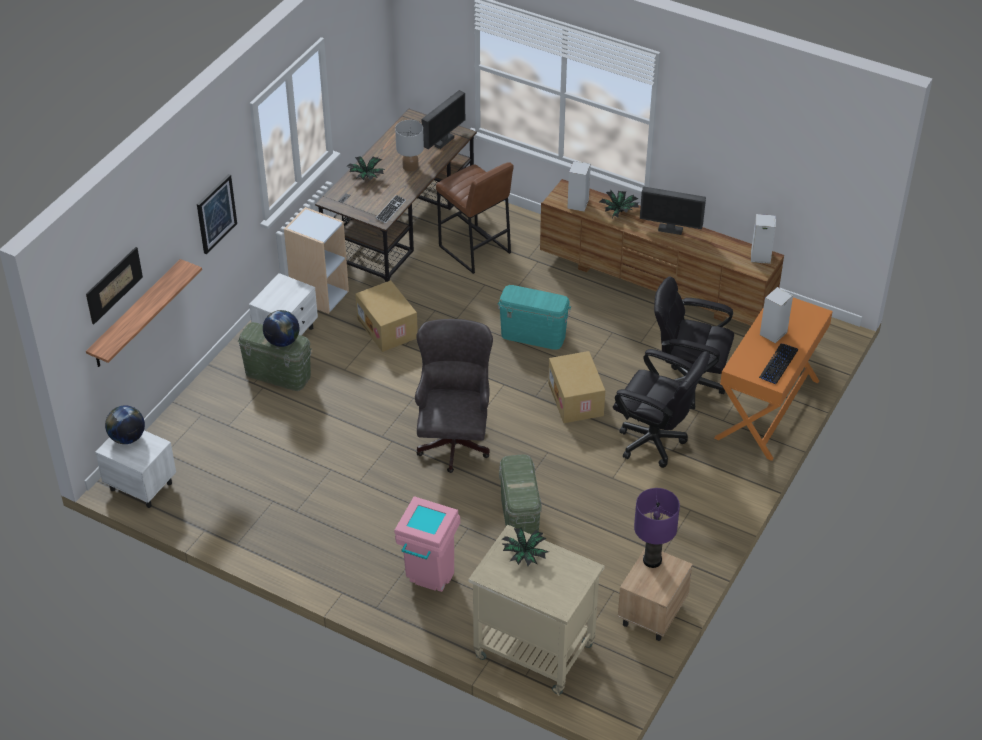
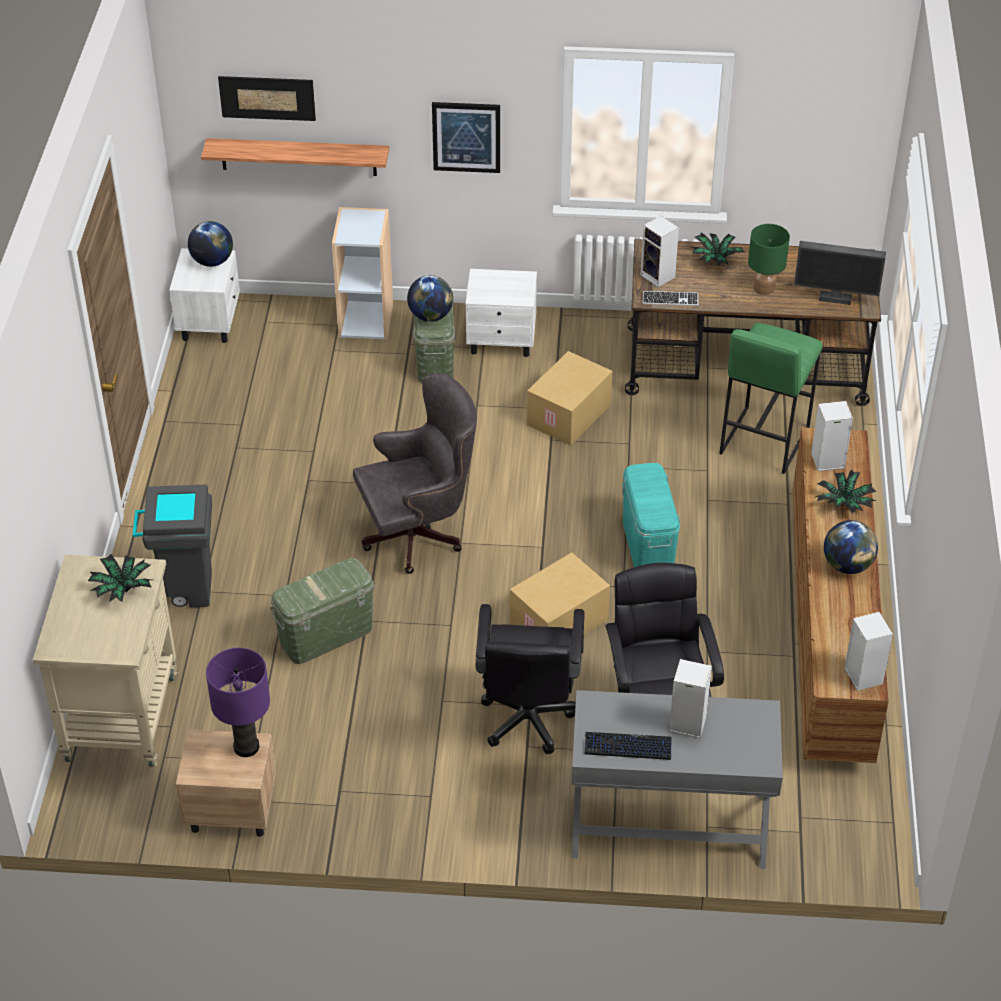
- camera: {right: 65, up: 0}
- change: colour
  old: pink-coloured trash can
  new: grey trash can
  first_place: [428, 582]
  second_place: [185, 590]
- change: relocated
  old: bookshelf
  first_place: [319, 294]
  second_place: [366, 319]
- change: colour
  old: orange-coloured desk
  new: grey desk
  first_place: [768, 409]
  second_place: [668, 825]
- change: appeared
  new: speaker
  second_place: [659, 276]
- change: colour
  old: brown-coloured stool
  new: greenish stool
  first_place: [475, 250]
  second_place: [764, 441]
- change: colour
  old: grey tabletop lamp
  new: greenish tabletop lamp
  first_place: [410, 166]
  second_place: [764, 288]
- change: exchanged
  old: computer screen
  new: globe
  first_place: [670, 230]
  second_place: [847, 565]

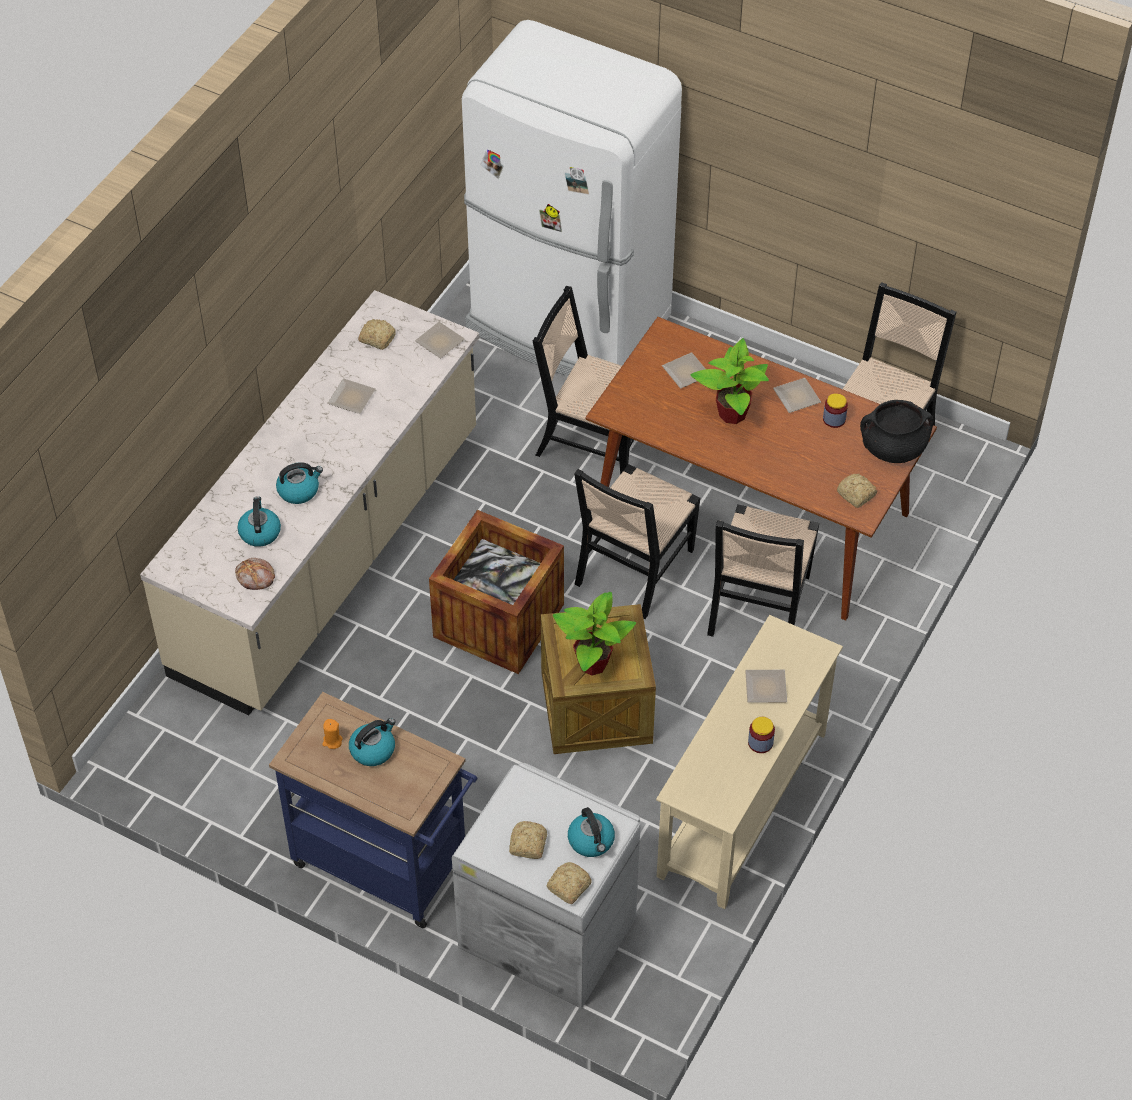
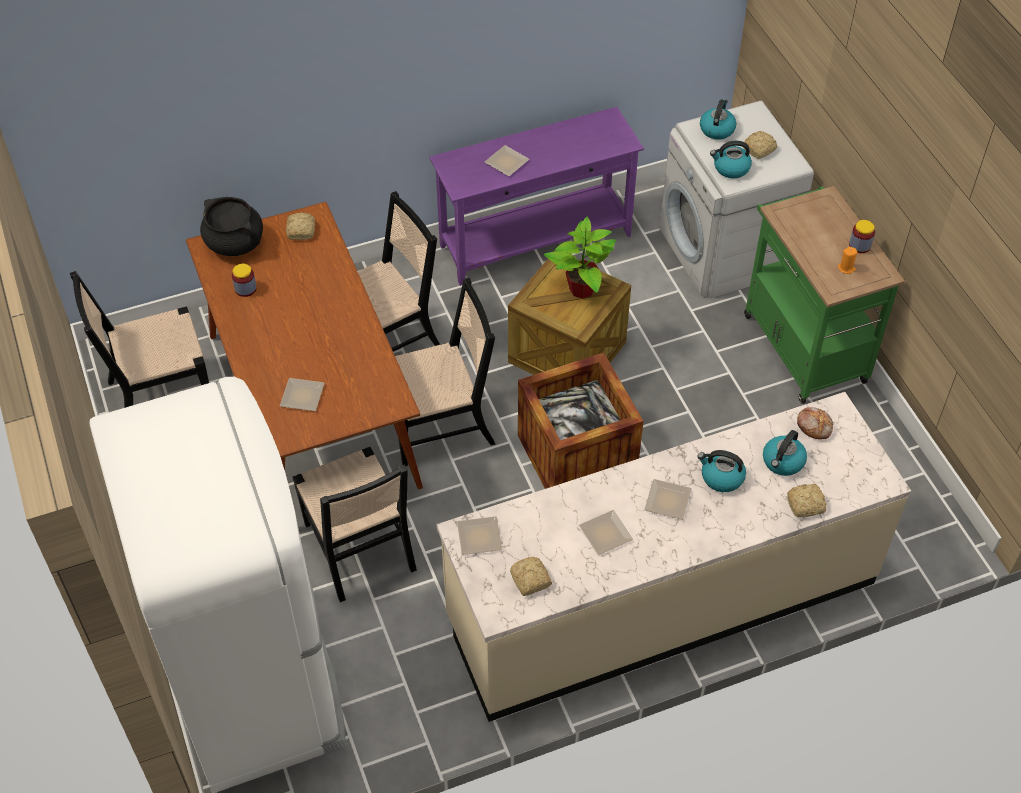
- camera: {right: -140, up: 0}
- change: colour
  old: sand-coloured narrow table
  new: purple-coloured narrow table
  first_place: [742, 805]
  second_place: [536, 240]
- change: relocated
  old: flat dish
  first_place: [796, 398]
  second_place: [669, 500]
- change: relocated
  old: water kettle
  first_place: [373, 749]
  second_place: [730, 168]
- change: colour
  old: blue-coloured cart
  new: greenish cart
  first_place: [385, 866]
  second_place: [802, 346]
- change: relocated
  old: baked bread
  first_place: [568, 887]
  second_place: [806, 505]
- change: relocated
  old: preserve jar
  first_place: [760, 743]
  second_place: [860, 245]
- change: missing
  old: potted plant
  first_place: [732, 413]

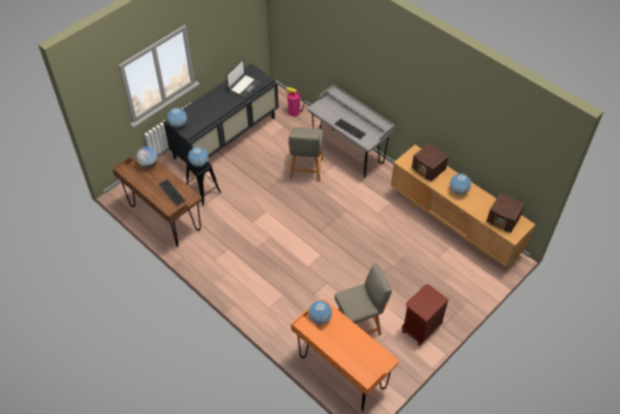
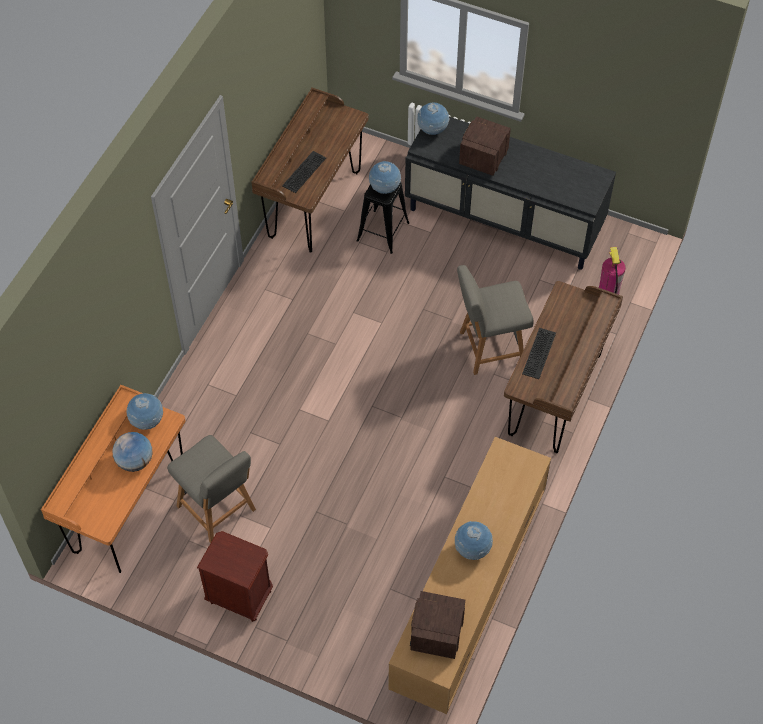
- camera: {right: 70, up: 5}
- change: relocated
  old: globe
  first_place: [148, 164]
  second_place: [135, 461]
- change: relocated
  old: radio
  first_place: [428, 170]
  second_place: [483, 158]
- change: colour
  old: grey desk
  new: brown-coloured desk
  first_place: [348, 153]
  second_place: [555, 397]
- change: missing
  old: portable computer
  first_place: [244, 86]

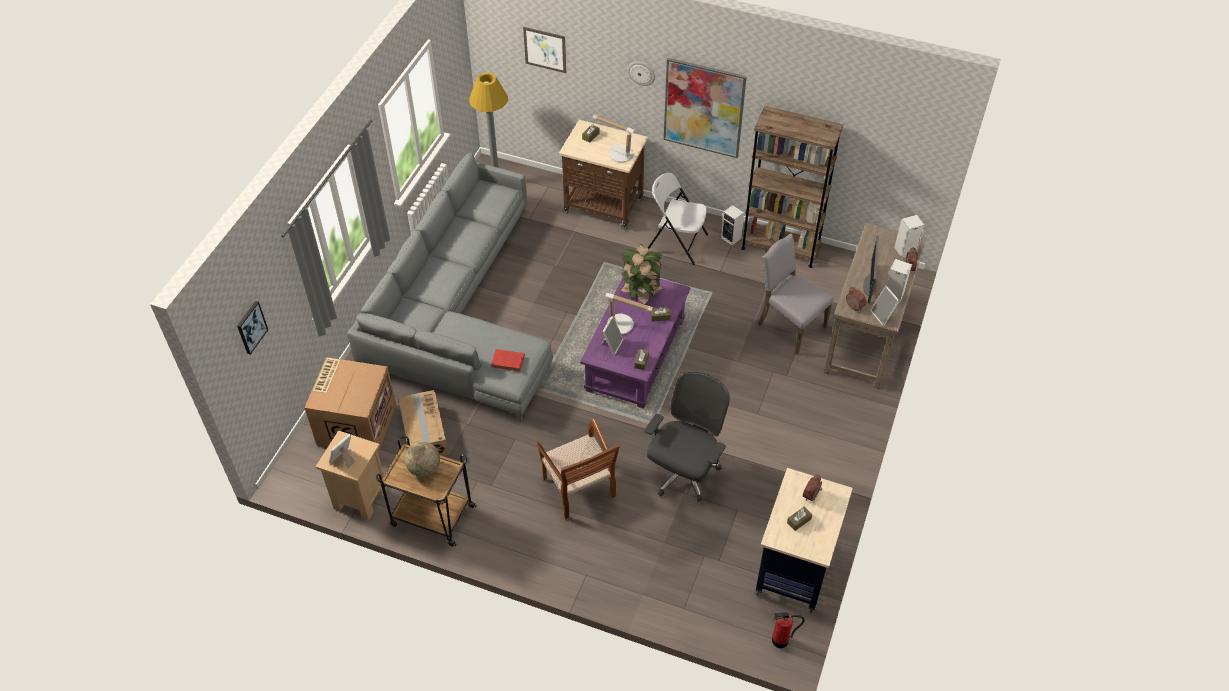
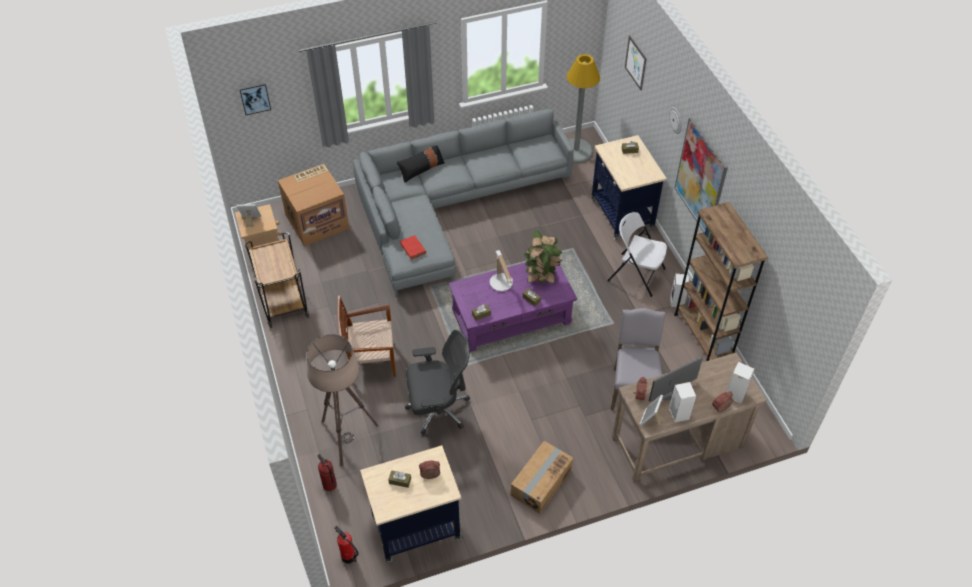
- camera: {right: 50, up: 0}
- change: appeared
  new: floor lamp
  second_place: [347, 437]
- change: appeared
  new: fire-fighting cylinder
  second_place: [329, 485]
- change: spun
  old: brown-coloured easy chair
  first_place: [579, 488]
  second_place: [371, 361]
  degrees: 60
- change: appeared
  new: blackish pillow
  second_place: [421, 170]
- change: relocated
  old: carton
  first_place: [424, 433]
  second_place: [540, 482]
- change: colour
  old: brown-coloured cart
  new: blue-coloured cart
  first_place: [604, 207]
  second_place: [622, 215]
- change: spun
  old: white-coloured chair
  first_place: [677, 242]
  second_place: [636, 274]
  degrees: -45
- change: missing
  old: globe
  first_place: [424, 468]
- change: missing
  old: tabletop lamp
  first_place: [618, 153]
- change: missing
  old: photo frame
  first_place: [611, 344]

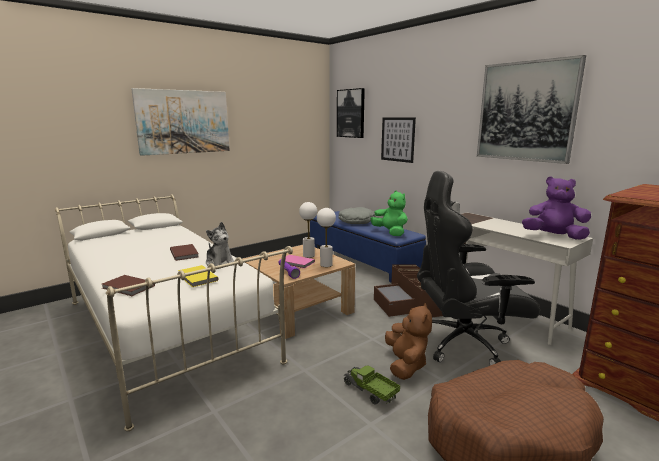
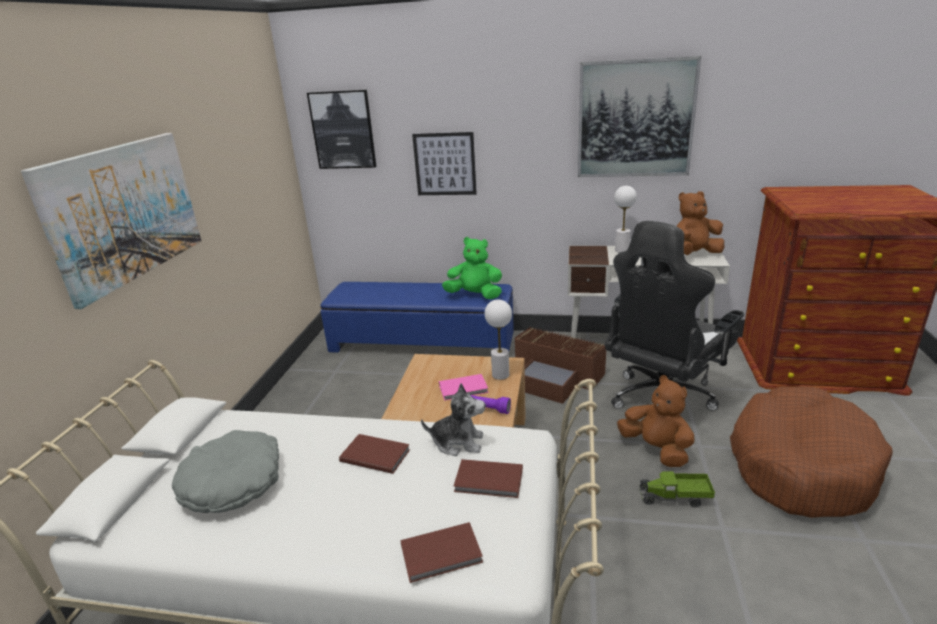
- camera: {right: -40, up: 10}
- change: relocated
  old: grey pillow
  first_place: [356, 221]
  second_place: [231, 484]
- change: colour
  old: yellowish bound book
  new: brown-coloured bound book
  first_place: [197, 278]
  second_place: [489, 481]
- change: relocated
  old: white-coloured tabletop lamp
  first_place: [309, 255]
  second_place: [622, 250]
- change: colour
  old: purple-coloured plush toy
  new: brown-coloured plush toy
  first_place: [554, 236]
  second_place: [694, 255]

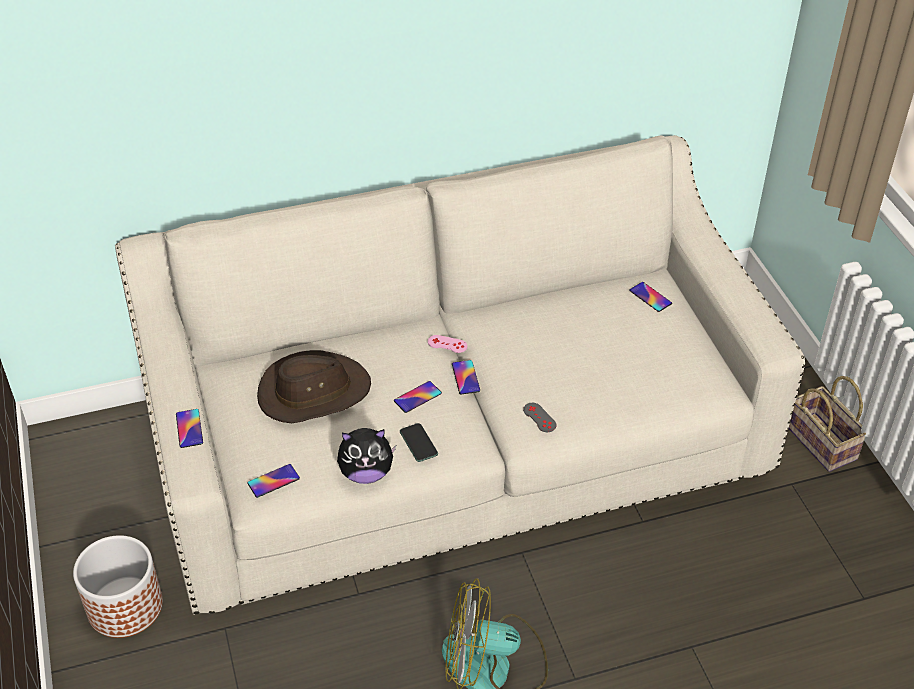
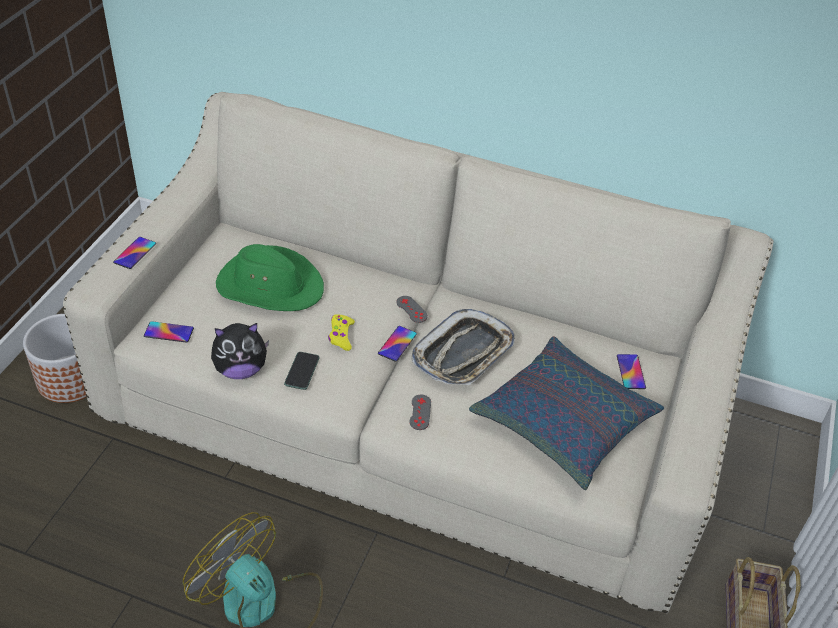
- camera: {right: 35, up: 0}
- change: spun
  old: plush toy
  first_place: [366, 473]
  second_place: [240, 369]
  degrees: -45
- change: colour
  old: brown-coloured hat
  new: greenish hat
  first_place: [313, 392]
  second_place: [270, 285]
- change: exchanged
  old: handset
  new: yellowish gamepad
  first_place: [417, 397]
  second_place: [341, 335]
- change: colour
  old: pink-coloured gamepad
  new: grey gamepad
  first_place: [447, 344]
  second_place: [411, 309]
- change: appeared
  new: serving tray
  second_place: [463, 354]
- change: appeared
  new: blue-coloured pillow
  second_place: [564, 422]

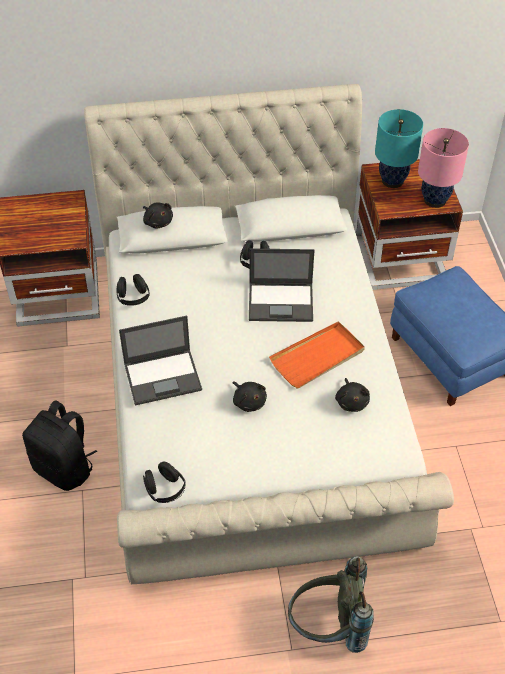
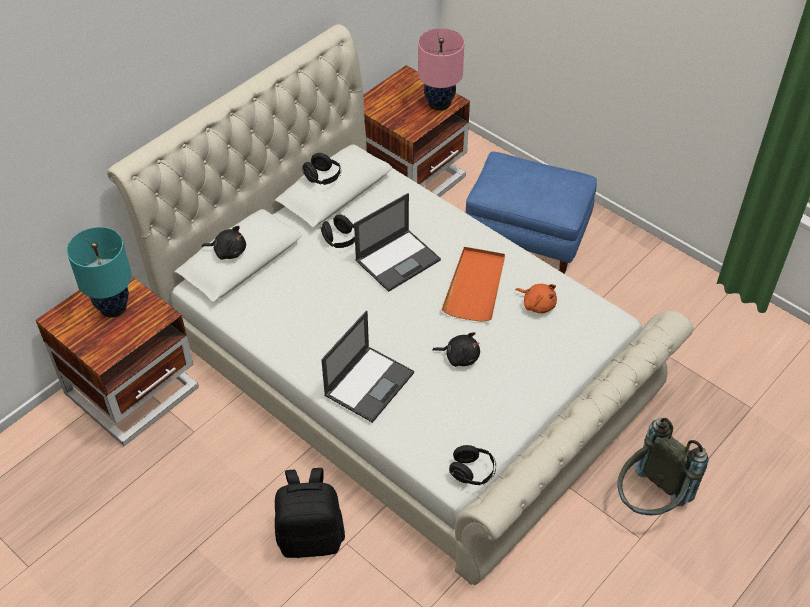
- camera: {right: -40, up: 0}
- change: relocated
  old: turquoise tabletop lamp
  first_place: [392, 181]
  second_place: [113, 307]
- change: relocated
  old: blackish pair of headphones
  first_place: [133, 298]
  second_place: [323, 178]
- change: colour
  old: blackish plush toy
  new: orange-coloured plush toy
  first_place: [352, 401]
  second_place: [537, 304]

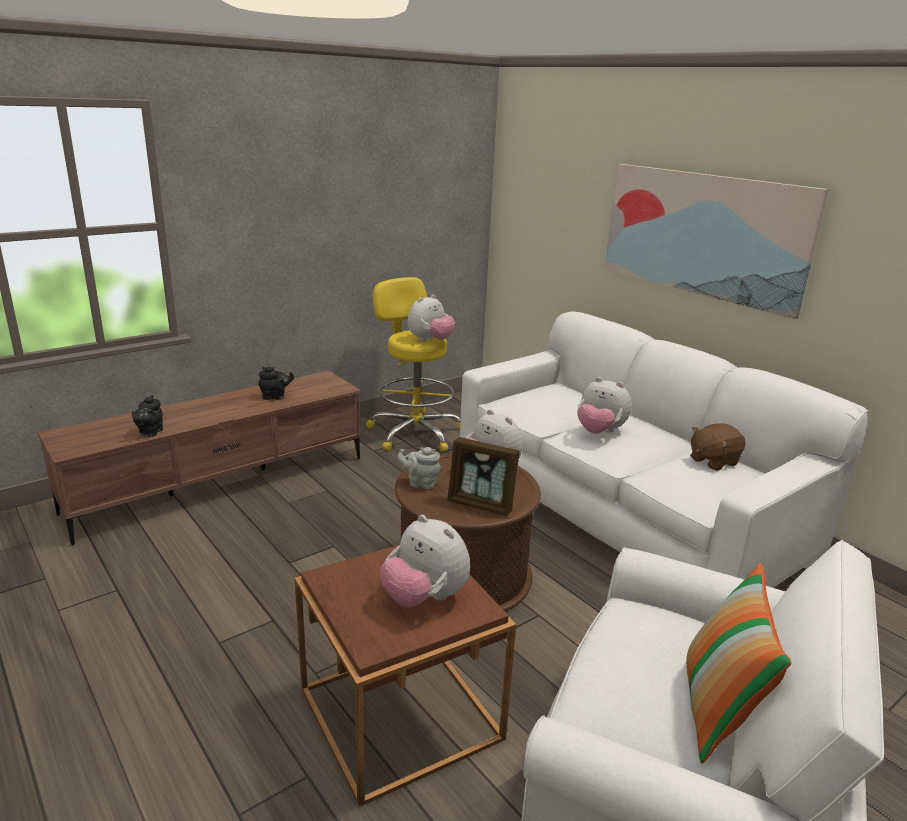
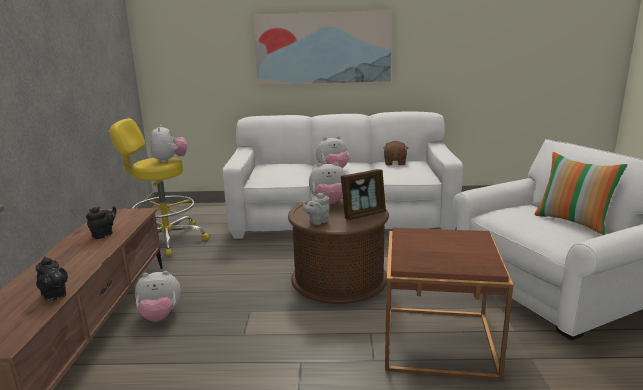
- camera: {right: -50, up: -5}
- change: relocated
  old: plush toy
  first_place: [424, 598]
  second_place: [160, 316]

